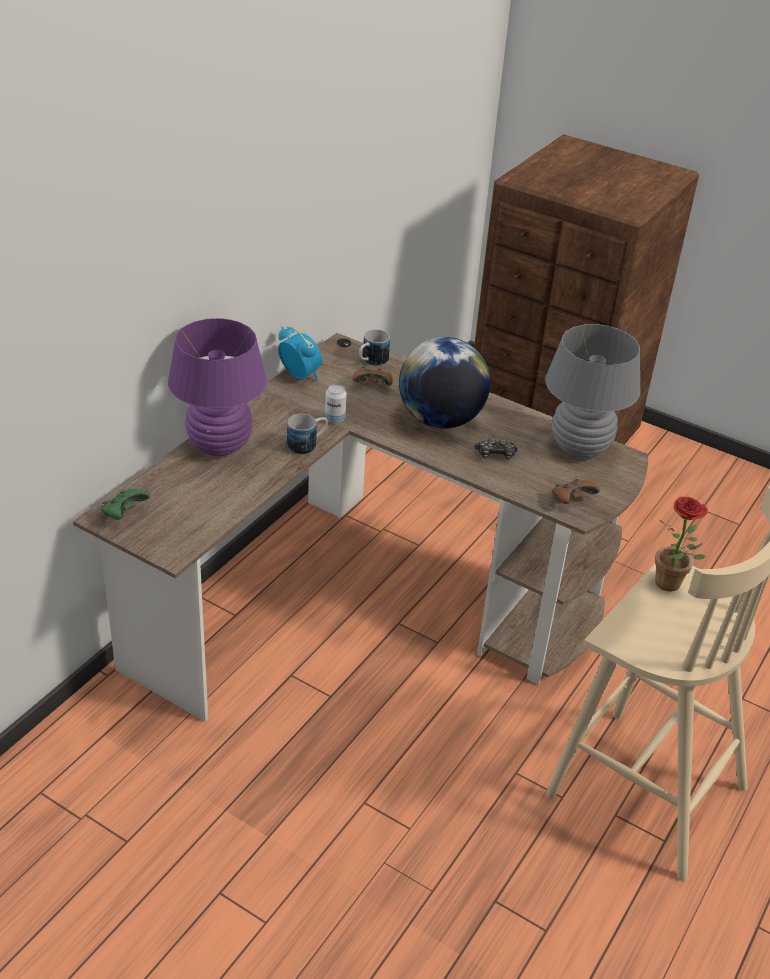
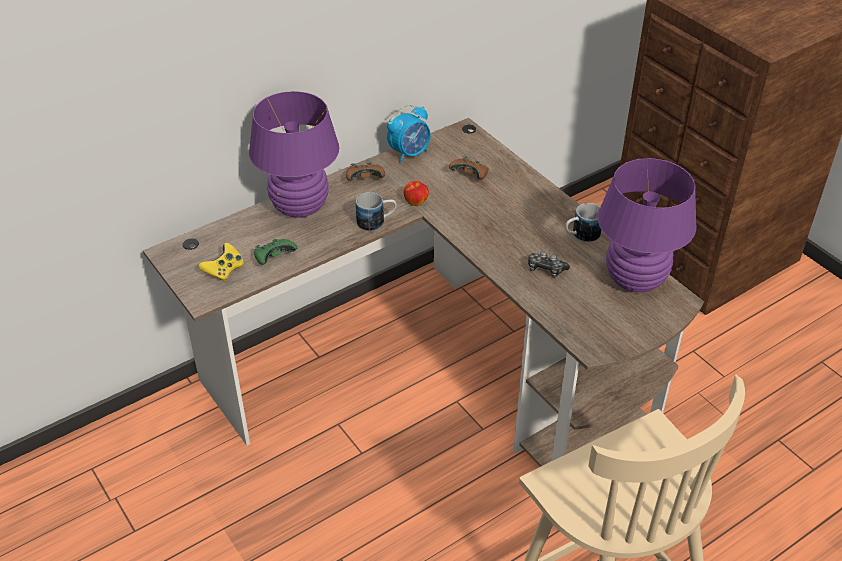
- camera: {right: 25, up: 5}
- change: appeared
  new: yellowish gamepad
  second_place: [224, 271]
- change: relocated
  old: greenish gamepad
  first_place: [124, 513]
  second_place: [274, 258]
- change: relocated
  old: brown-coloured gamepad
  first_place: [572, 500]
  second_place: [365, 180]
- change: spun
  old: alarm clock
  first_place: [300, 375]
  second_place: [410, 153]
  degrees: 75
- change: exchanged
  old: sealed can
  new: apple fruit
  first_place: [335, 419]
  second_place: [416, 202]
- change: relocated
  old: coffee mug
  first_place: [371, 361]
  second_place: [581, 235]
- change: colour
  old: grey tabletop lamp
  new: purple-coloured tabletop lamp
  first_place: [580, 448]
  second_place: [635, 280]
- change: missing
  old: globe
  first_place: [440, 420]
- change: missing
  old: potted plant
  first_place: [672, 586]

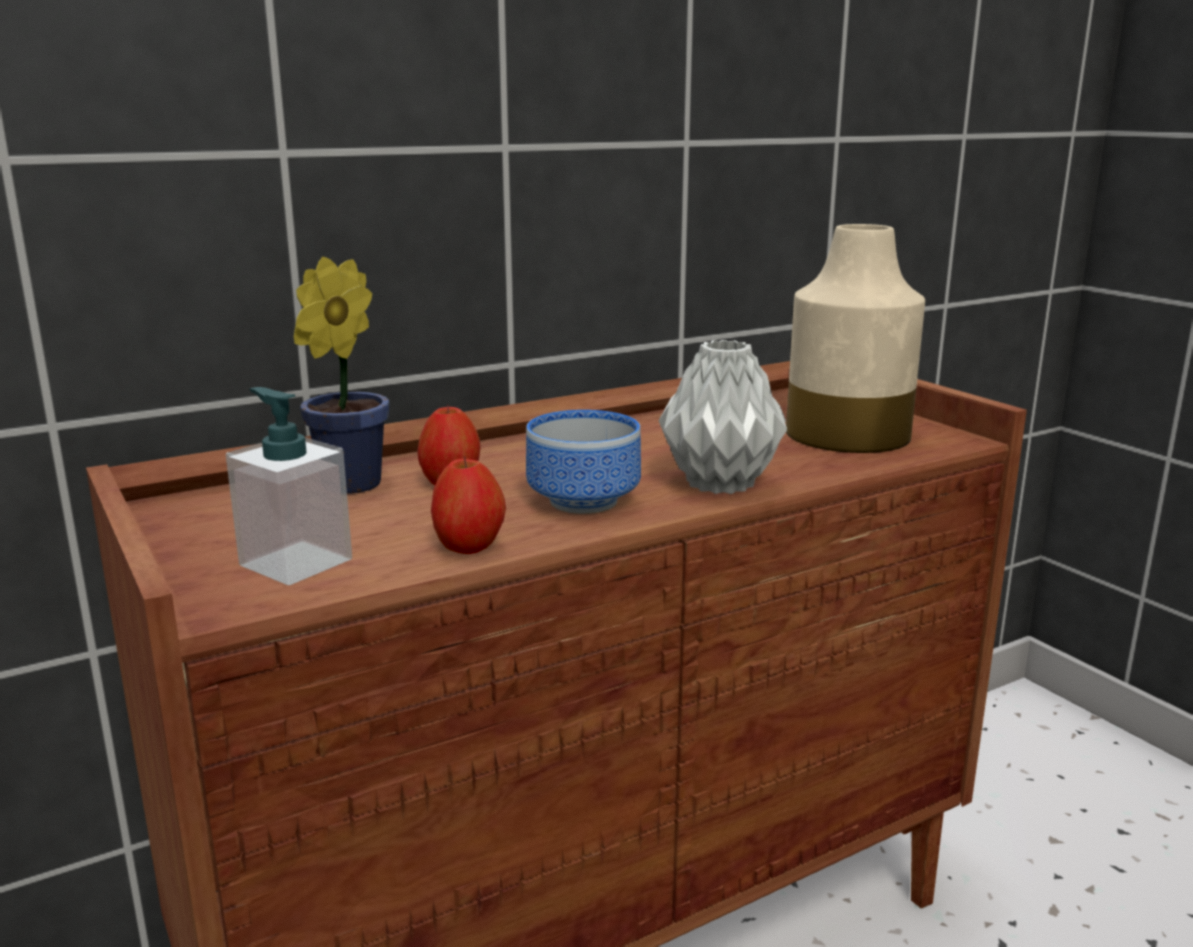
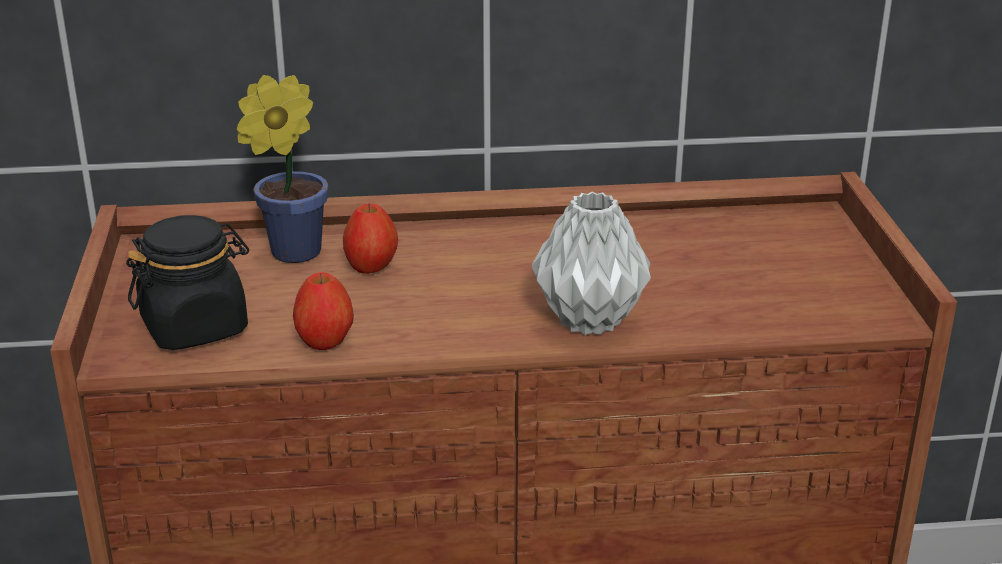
- camera: {right: 25, up: 10}
- change: exchanged
  old: soap bottle
  new: blackish preserve jar
  first_place: [295, 562]
  second_place: [195, 327]
- change: missing
  old: serving bowl
  first_place: [586, 499]
- change: missing
  old: sand-coloured flower vase
  first_place: [845, 433]

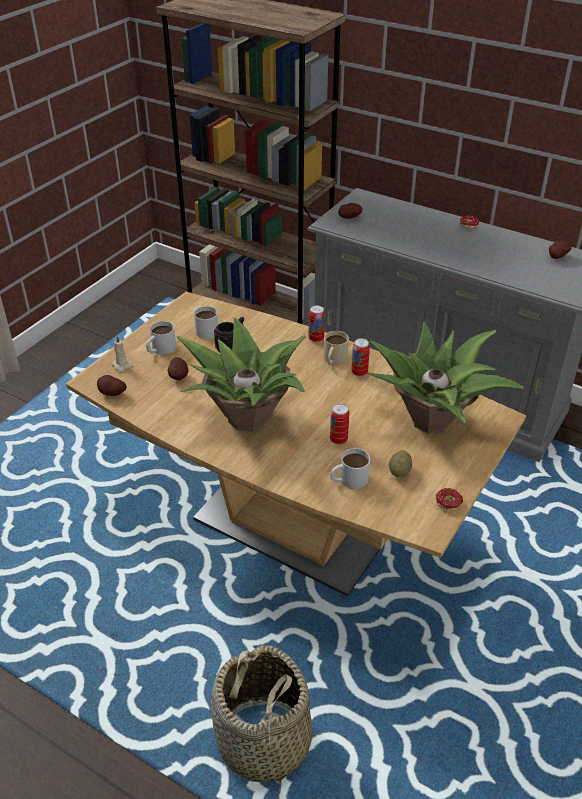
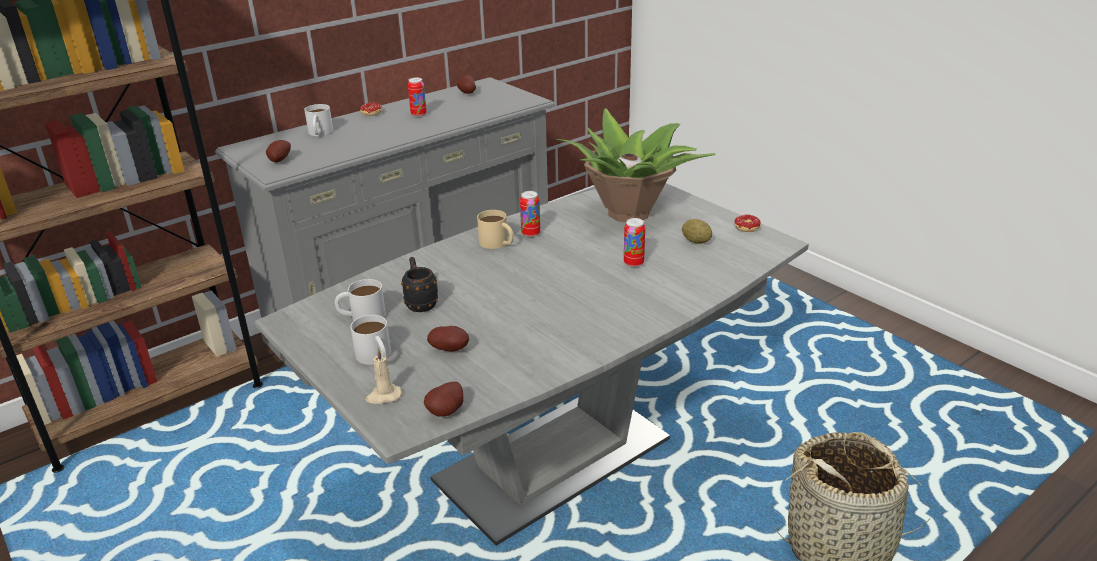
- camera: {right: -70, up: -10}
- change: colour
  old: brown-coloured dining table
  new: grey dining table
  first_place: [290, 527]
  second_place: [553, 460]
- change: relocated
  old: white-coloured coffee mug
  first_place: [348, 480]
  second_place: [319, 133]
- change: relocated
  old: sealed can
  first_place: [316, 338]
  second_place: [418, 115]
- change: missing
  old: potted plant
  first_place: [247, 416]

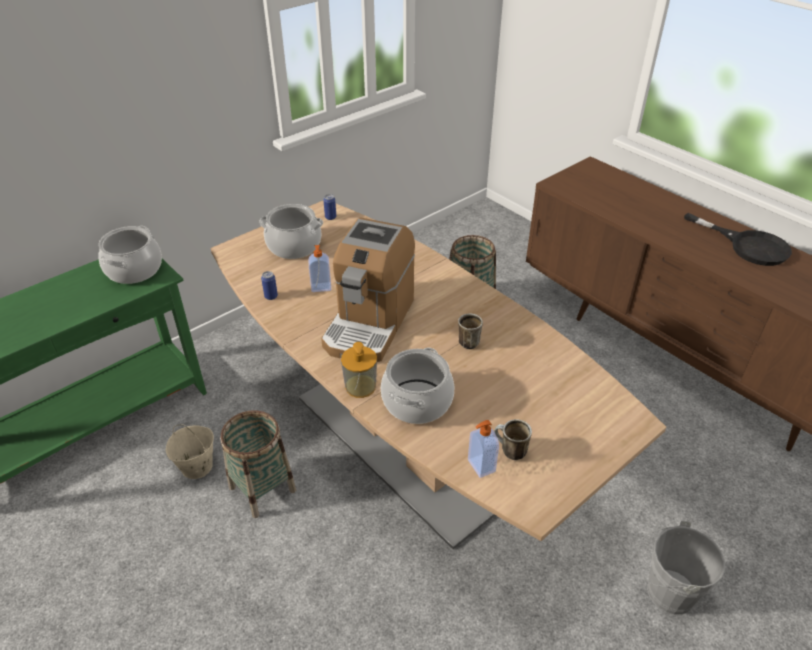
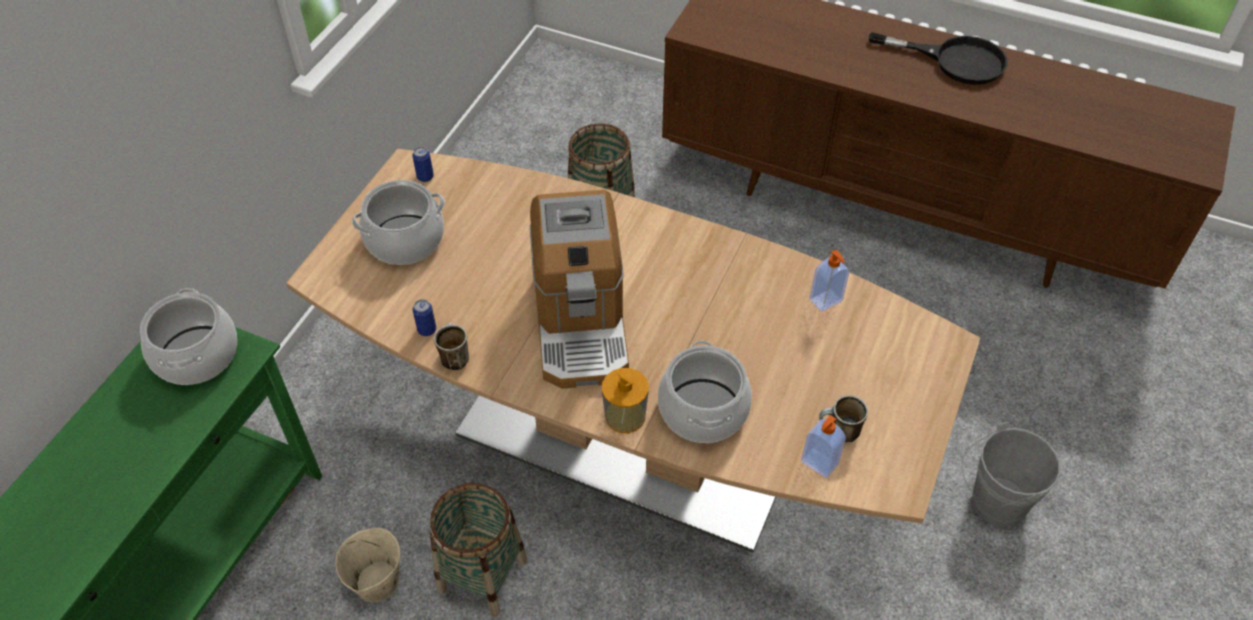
- camera: {right: -25, up: 10}
- change: relocated
  old: coffee mug
  first_place: [468, 341]
  second_place: [453, 357]
- change: relocated
  old: soap bottle
  first_place: [321, 288]
  second_place: [826, 301]

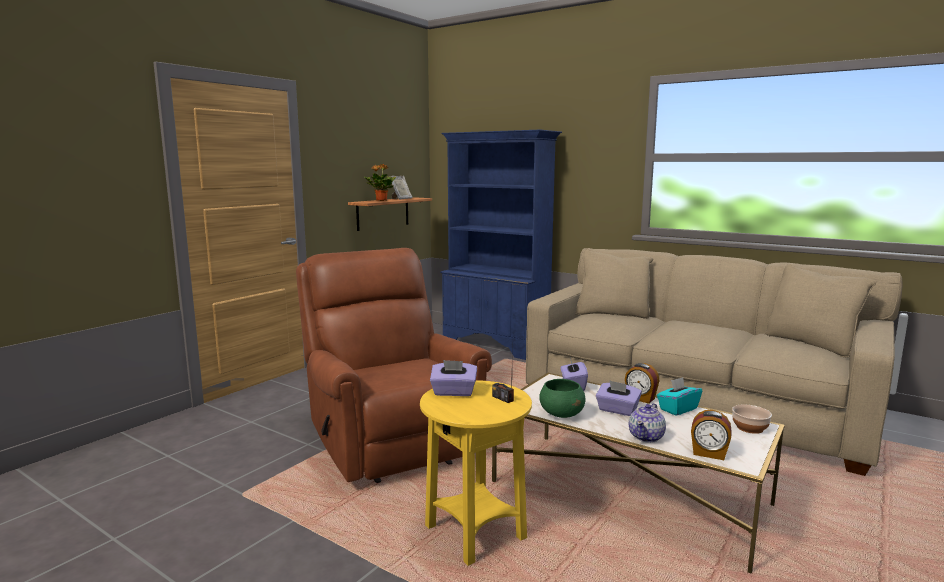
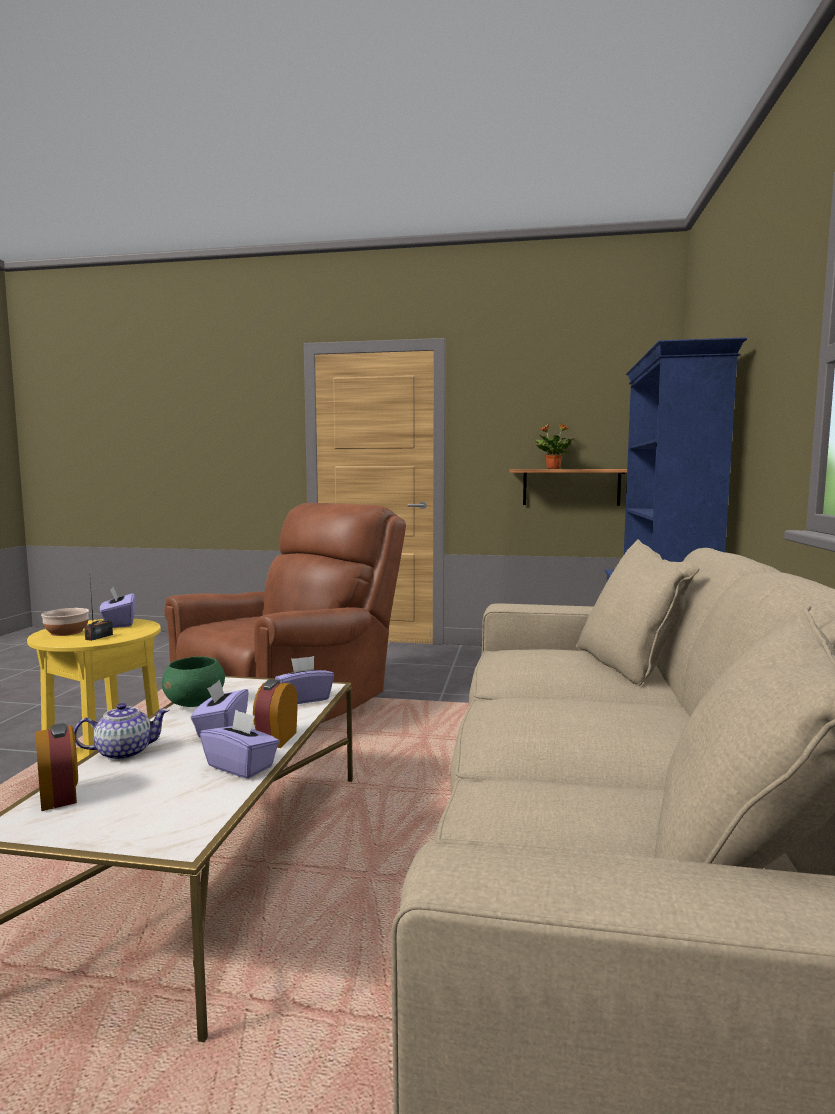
- camera: {right: 65, up: -5}
- change: spun
  old: alarm clock
  first_place: [709, 453]
  second_place: [59, 796]
  degrees: 150
- change: relocated
  old: serving bowl
  first_place: [750, 428]
  second_place: [67, 632]
- change: spun
  old: teapot
  first_place: [646, 437]
  second_place: [123, 752]
  degrees: 150
- change: colour
  old: turquoise tissue holder
  new: purple-coloured tissue holder
  first_place: [677, 409]
  second_place: [241, 766]
- change: missing
  old: photo frame
  first_place: [401, 199]

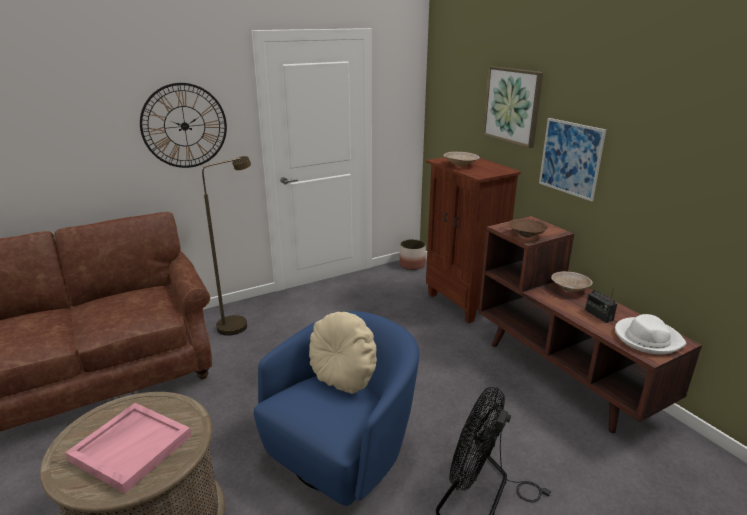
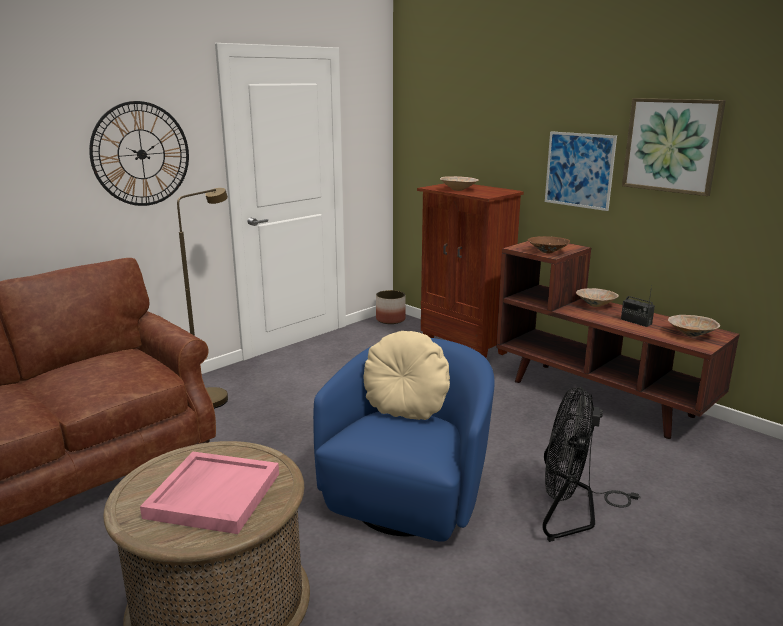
- camera: {right: -15, up: -5}
- change: relocated
  old: picture
  first_place: [512, 105]
  second_place: [671, 145]
- change: exchanged
  old: white-coloured hat
  new: sand-coloured serving bowl
  first_place: [647, 338]
  second_place: [690, 334]

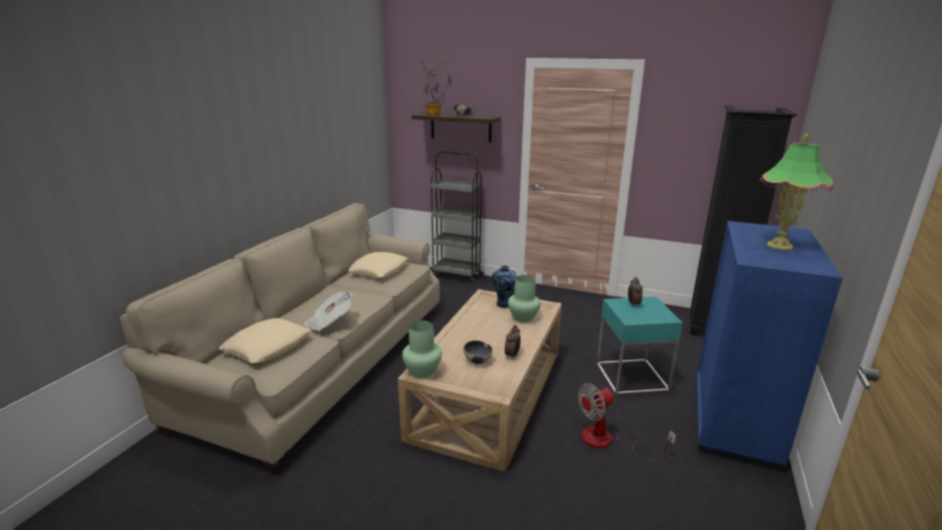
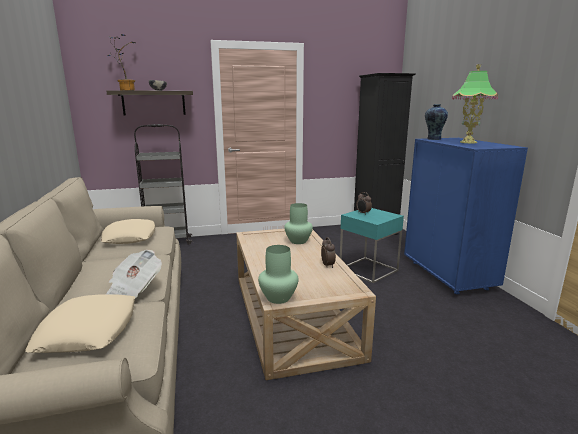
- camera: {right: -35, up: -5}
- change: relocated
  old: flower vase
  first_place: [503, 304]
  second_place: [433, 139]
- change: missing
  old: serving bowl
  first_place: [477, 361]
- change: missing
  old: cooling fan
  first_place: [608, 441]

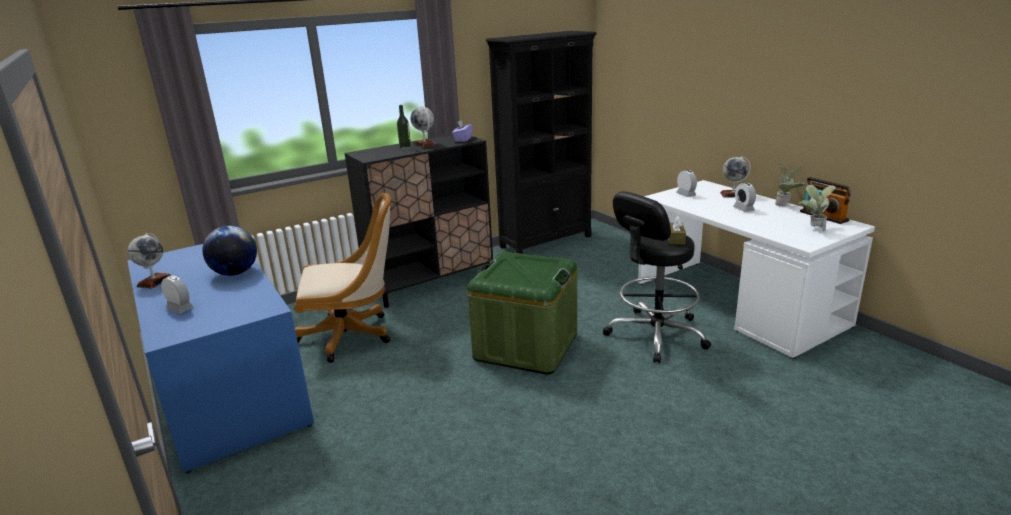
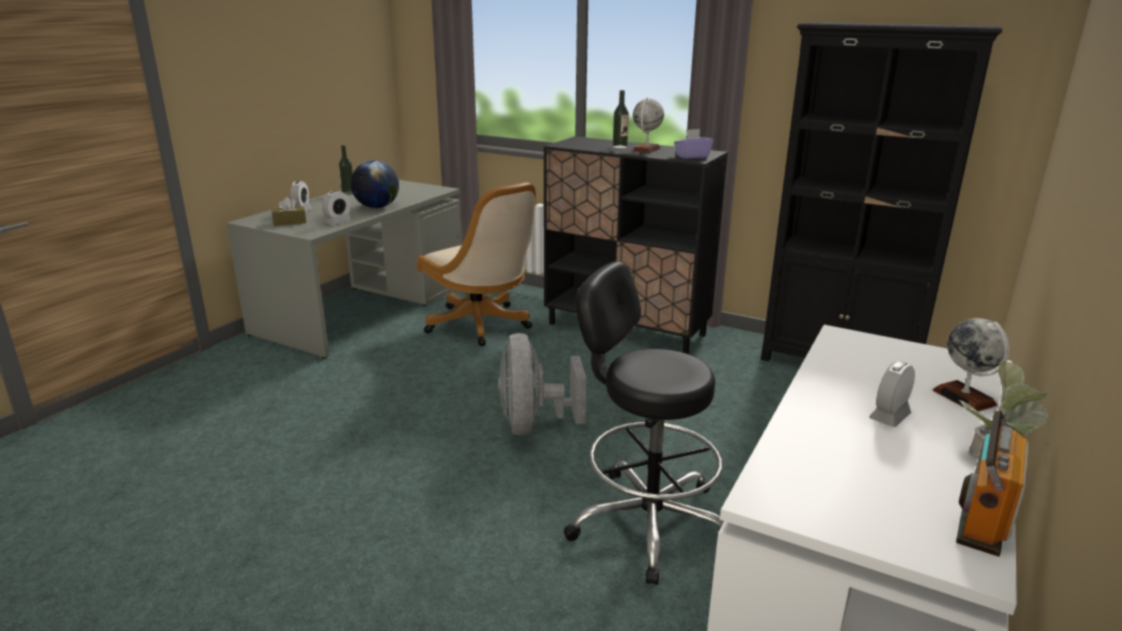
- camera: {right: 60, up: 0}
- change: colour
  old: blue-coloured desk
  new: grey desk
  first_place: [227, 388]
  second_place: [363, 308]
- change: relocated
  old: brown-coloured tissue holder
  first_place: [675, 239]
  second_place: [289, 222]
- change: relocated
  old: alarm clock
  first_place: [686, 194]
  second_place: [338, 222]
- change: exchanged
  old: globe
  new: drink bottle
  first_place: [154, 281]
  second_place: [348, 193]
- change: exchanged
  old: greenish storage box
  new: grey cooling fan
  first_place: [526, 346]
  second_place: [533, 425]
- change: missing
  old: potted plant
  first_place: [813, 229]

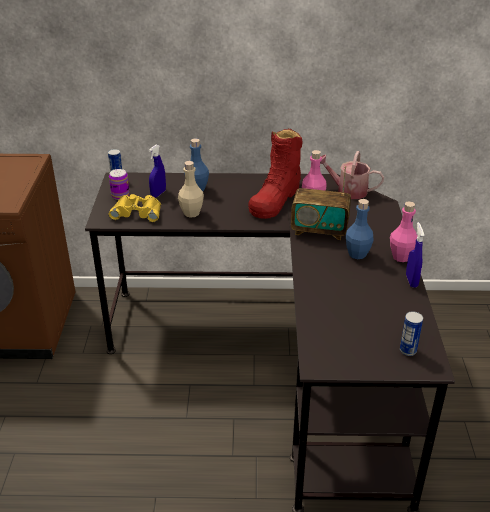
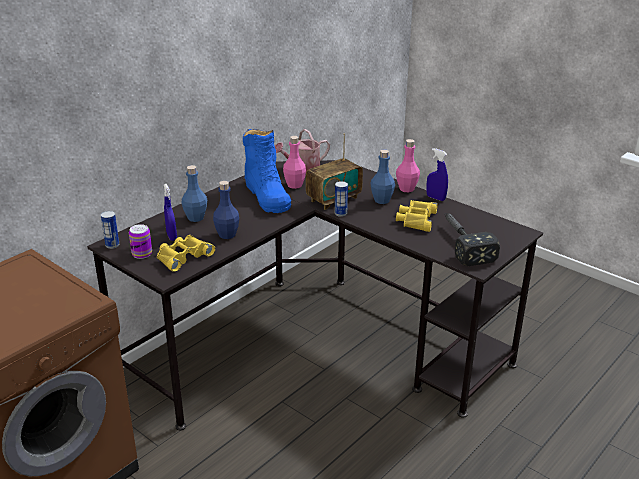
- camera: {right: -50, up: -5}
- change: colour
  old: sand-coloured drink bottle
  new: blue-coloured drink bottle
  first_place: [191, 213]
  second_place: [227, 235]
- change: colour
  old: red-coloured boot
  new: blue-coloured boot
  first_place: [275, 199]
  second_place: [267, 196]
- change: relocated
  old: sealed can
  first_place: [408, 350]
  second_place: [340, 213]
- change: appeared
  new: yellowish binoculars
  second_place: [416, 219]
- change: appeared
  new: hand hammer
  second_place: [462, 243]

